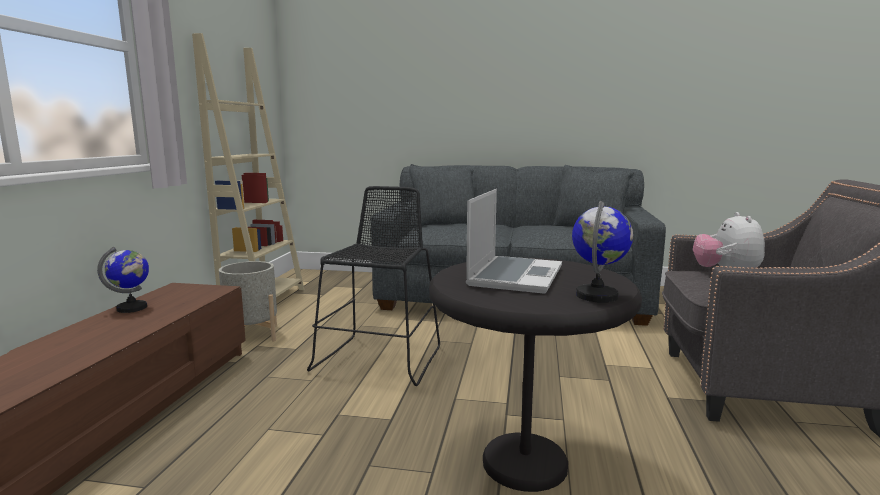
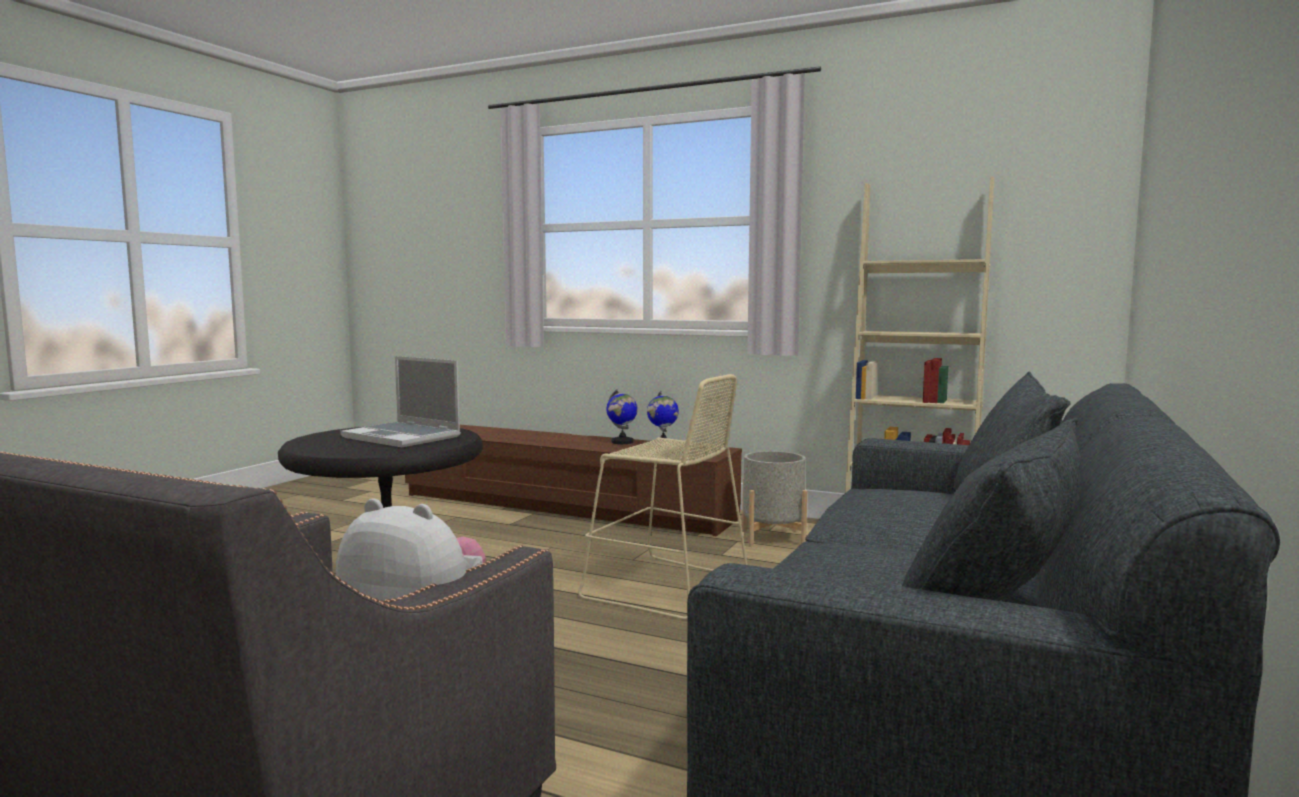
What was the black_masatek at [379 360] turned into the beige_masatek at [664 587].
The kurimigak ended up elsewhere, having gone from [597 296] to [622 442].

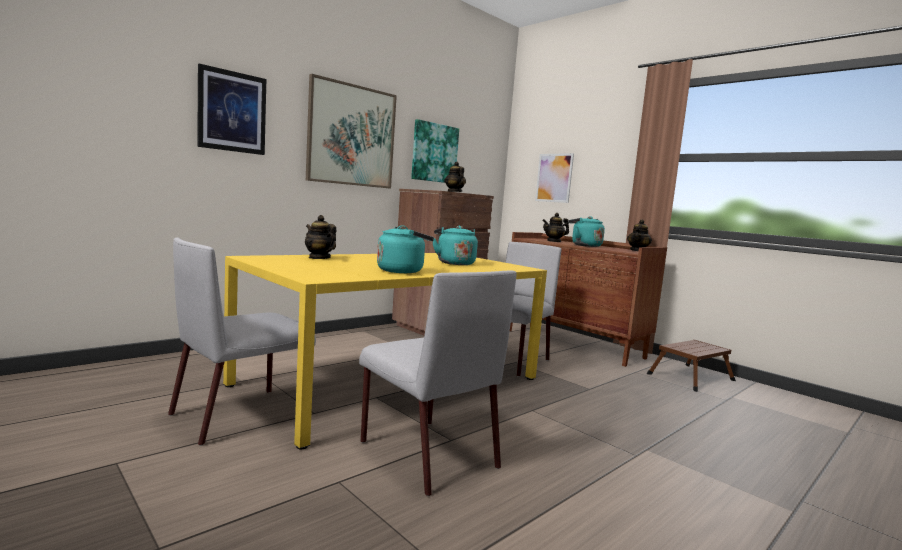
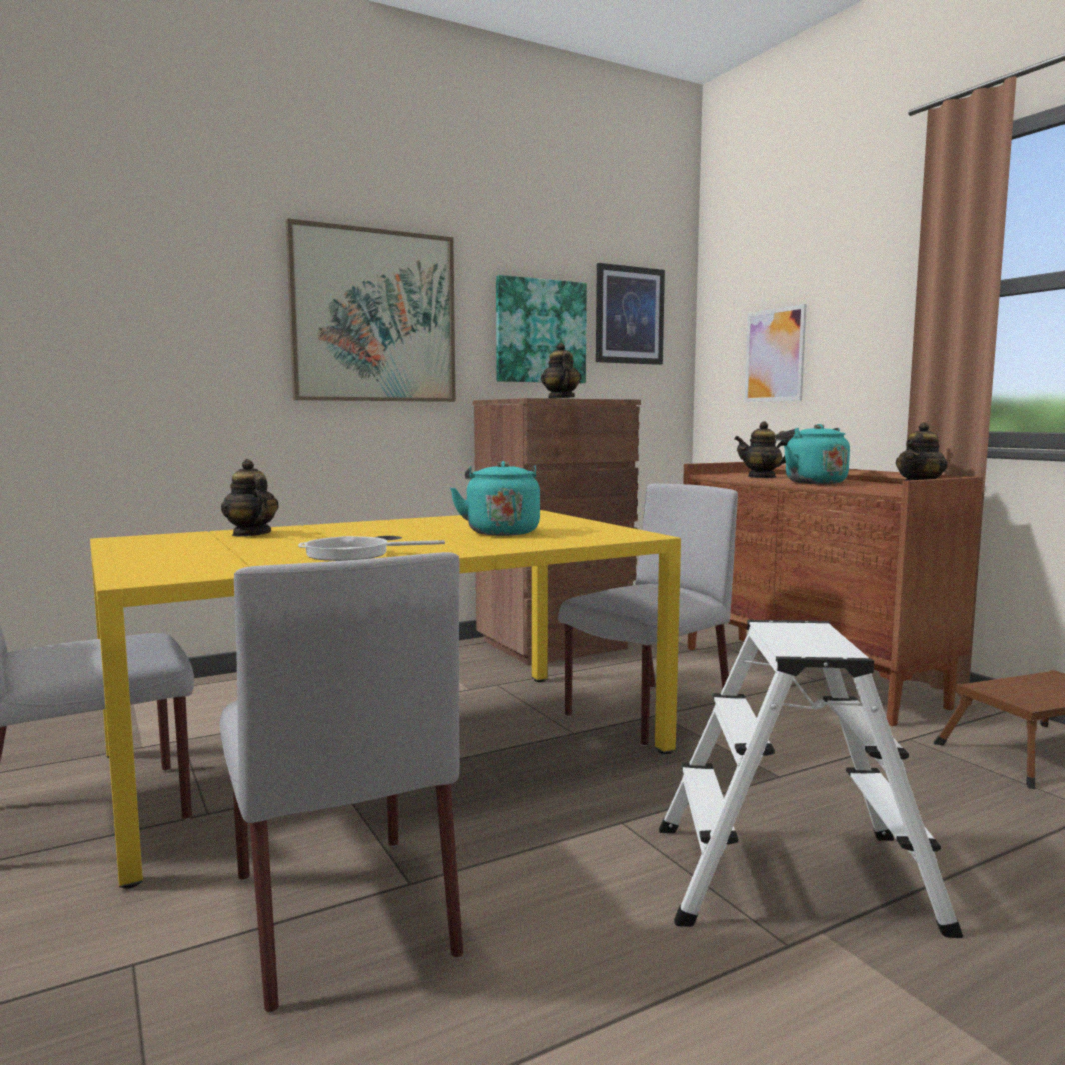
The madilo ended up elsewhere, having gone from [232 112] to [629 315].
Where the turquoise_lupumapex stood at [403 271], the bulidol came to stand at [354 554].
The second view gained the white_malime at [794 877].

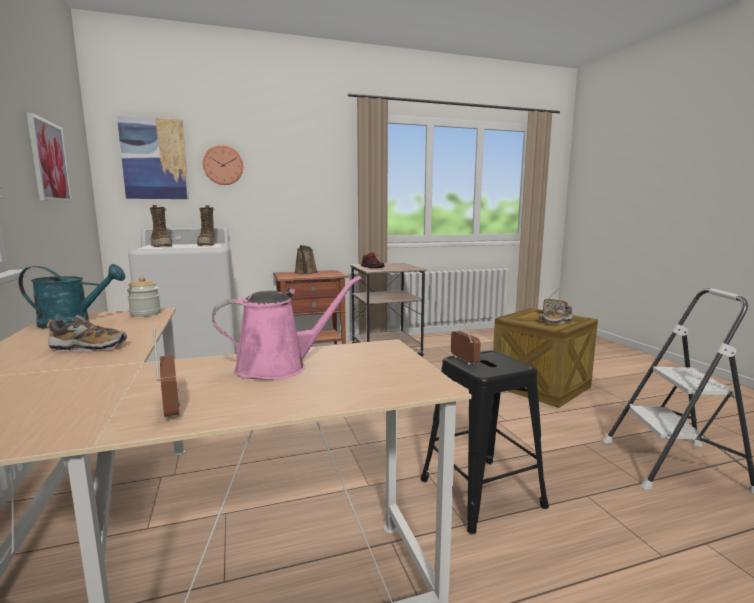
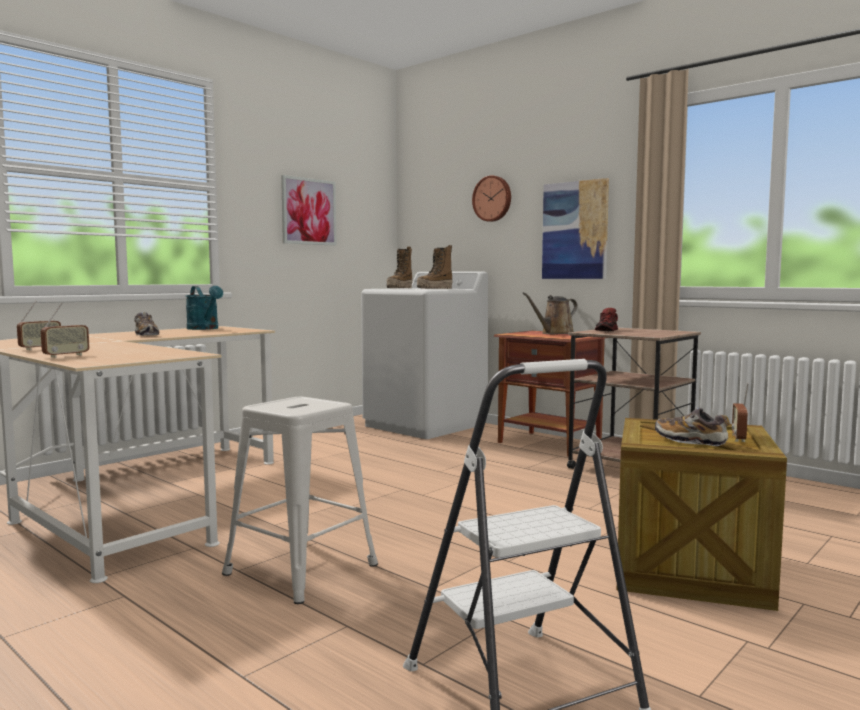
The madilo ended up elsewhere, having gone from [154 159] to [575 230].
The second view lost the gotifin at [145 314].
The second view lost the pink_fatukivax at [279 367].
What was the black_masatek at [481 493] turned into the white_masatek at [301 570].
The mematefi ended up elsewhere, having gone from [464 360] to [66 356].

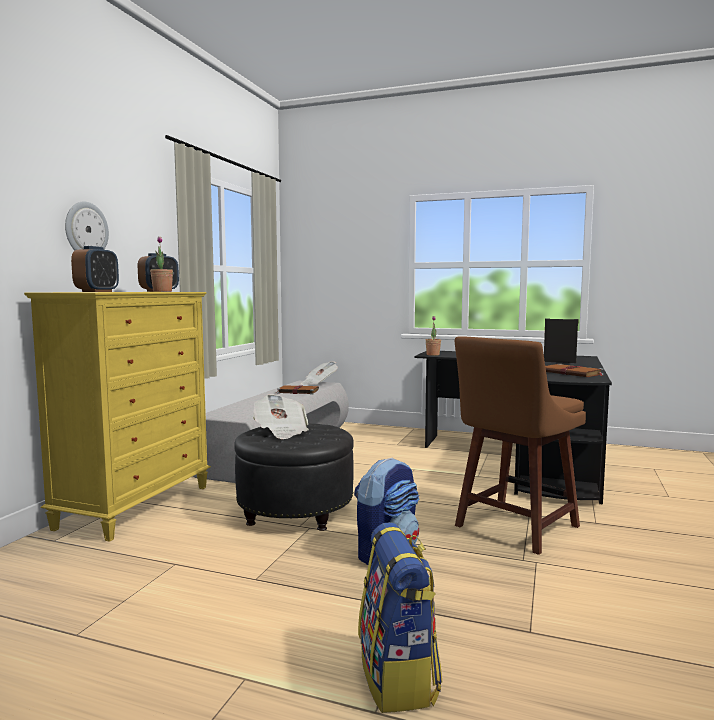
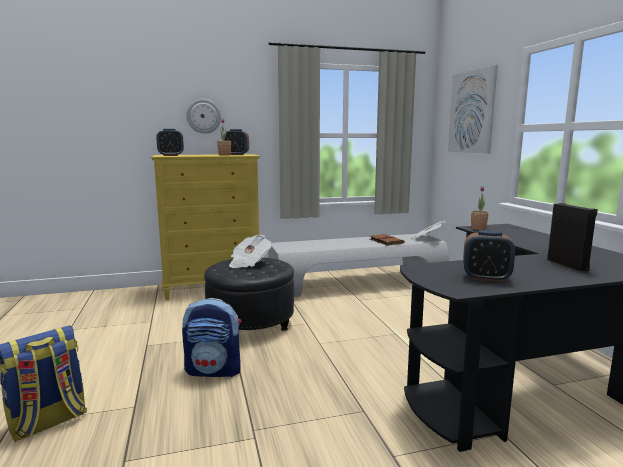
The second view lost the brown_masatek at [513 527].
Where the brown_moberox stood at [572 373], the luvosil came to stand at [486 278].
The second view gained the madilo at [471 112].

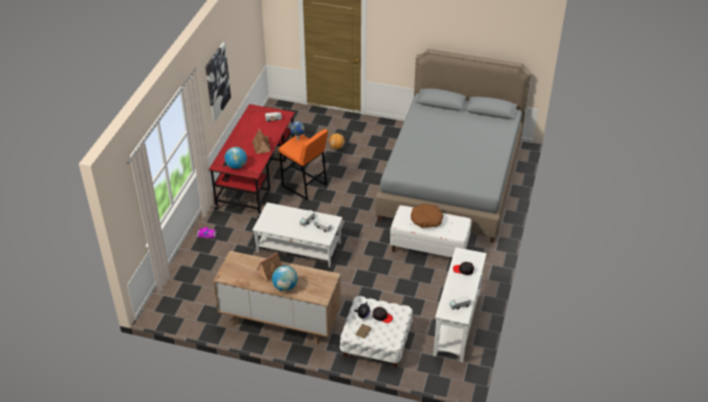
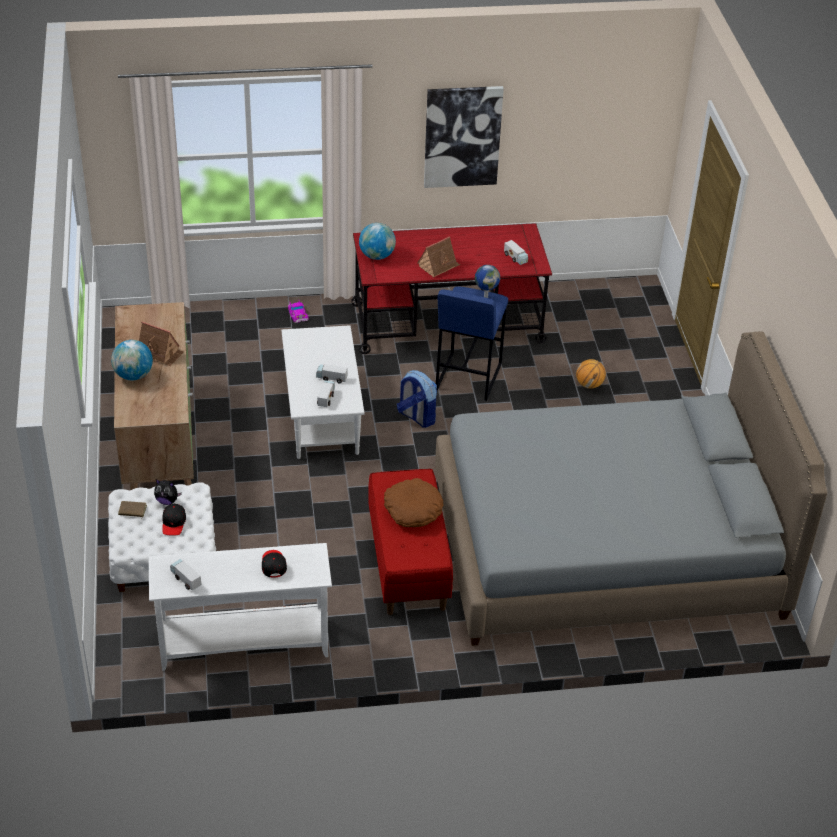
What was the orange_masatek at [305 186] turned into the blue_masatek at [468 378].
What was the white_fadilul at [429 248] turned into the red_fadilul at [408 563].
The second view gained the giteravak at [416 417].

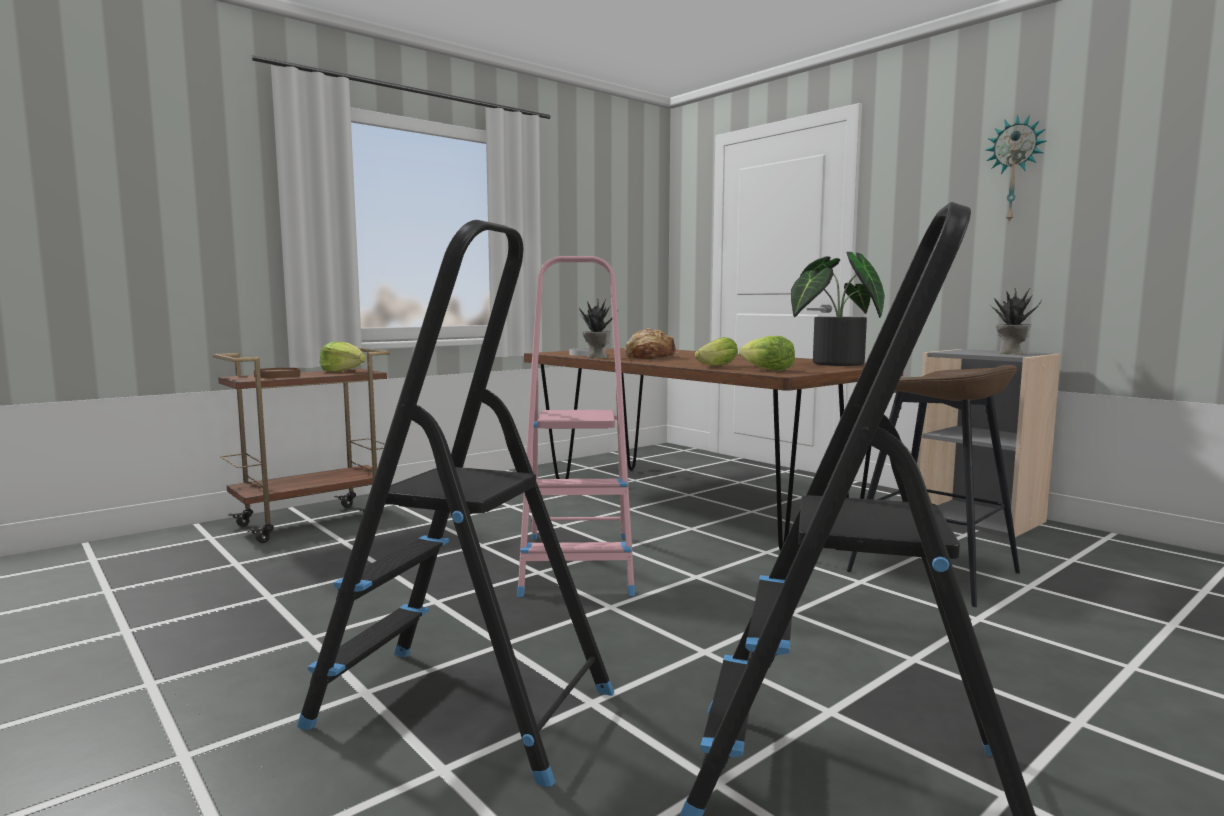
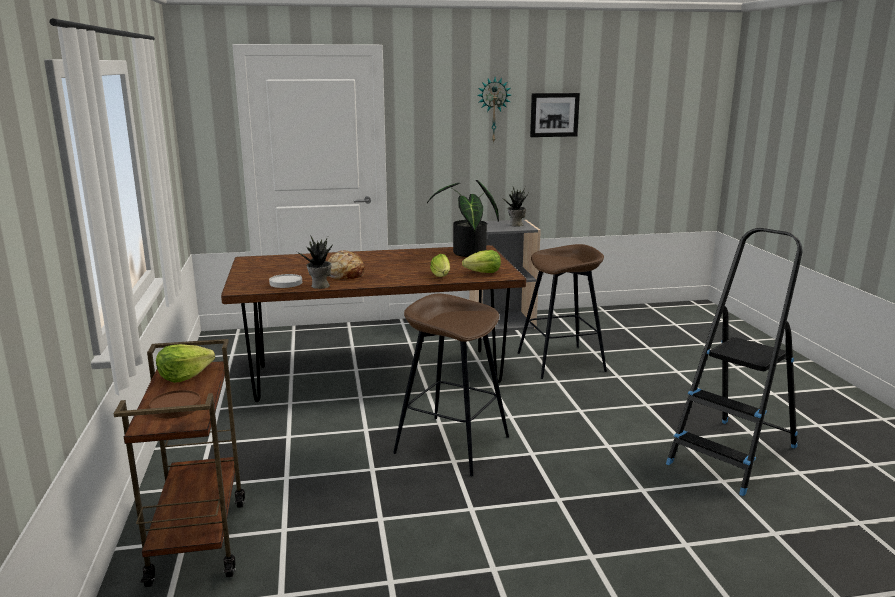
The second view lost the black_malime at [459 708].
Where the pink_malime stood at [577 563], the brown_masatek came to stand at [452 444].
The second view gained the madilo at [554 114].

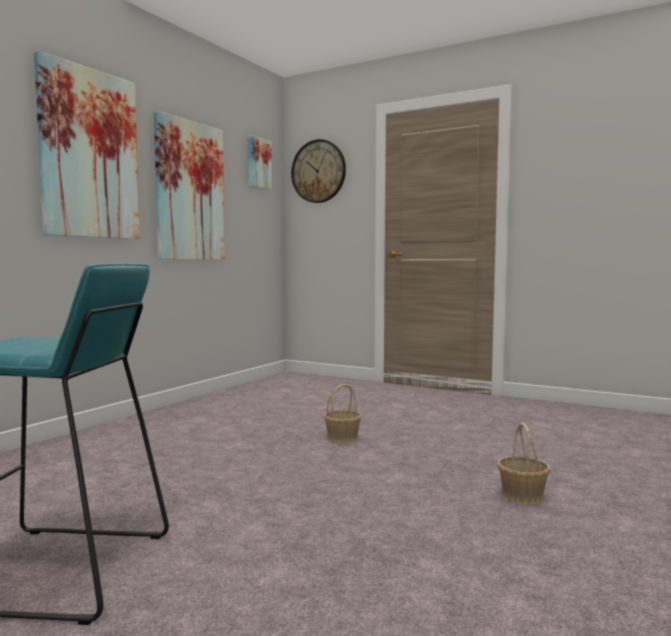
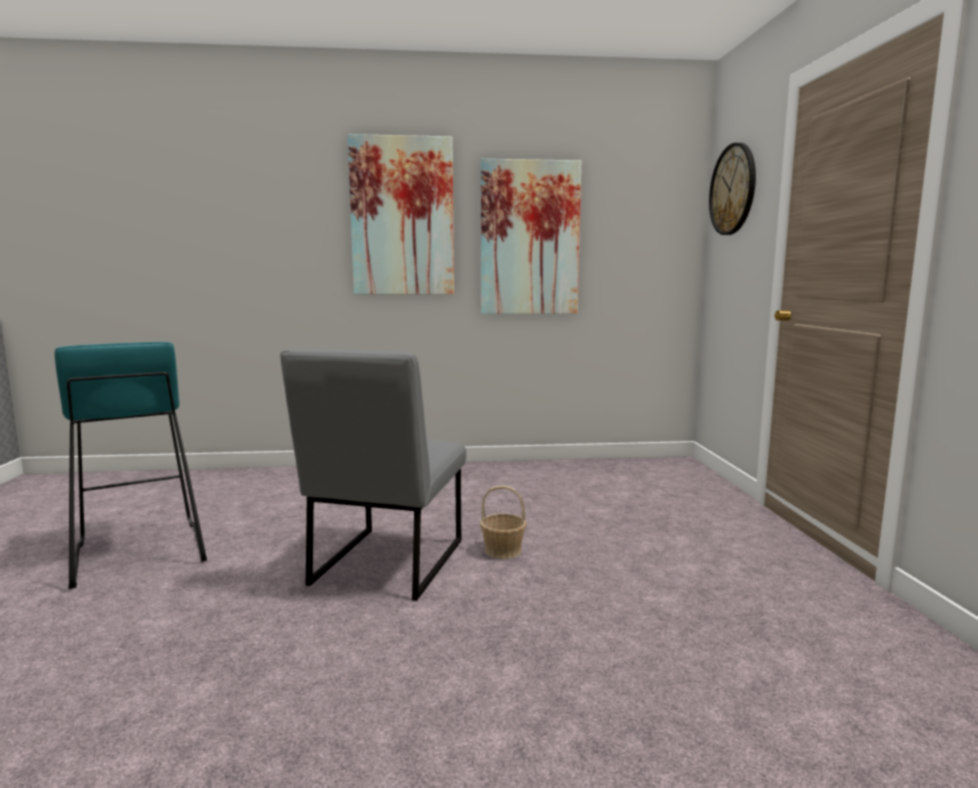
The second view lost the madilo at [258 163].
The second view lost the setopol at [522 496].
The second view gained the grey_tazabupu at [386 563].

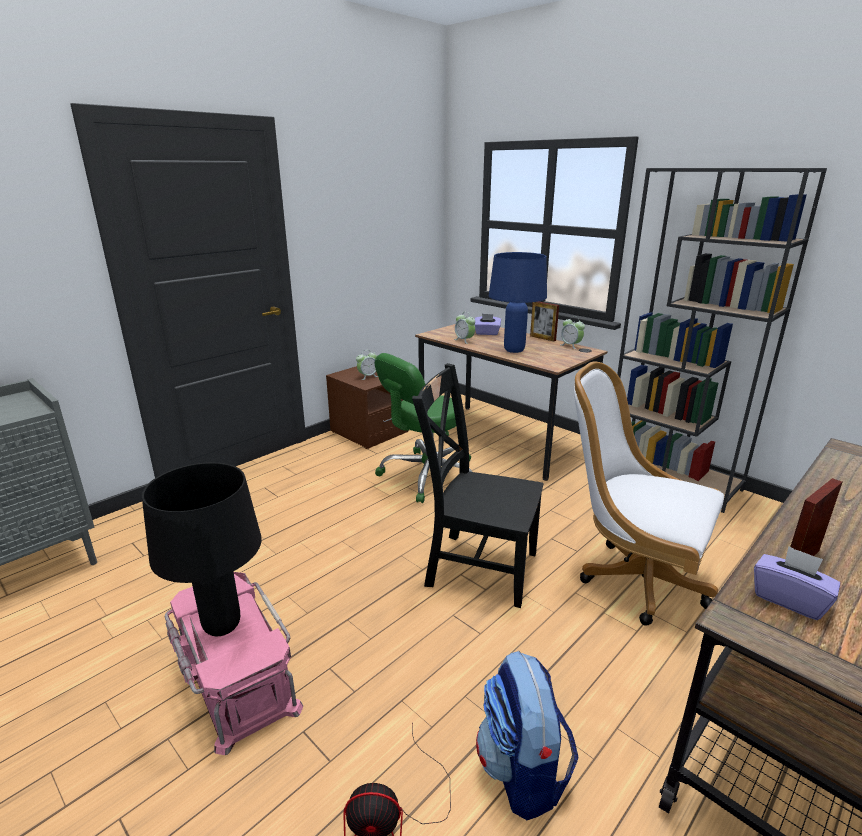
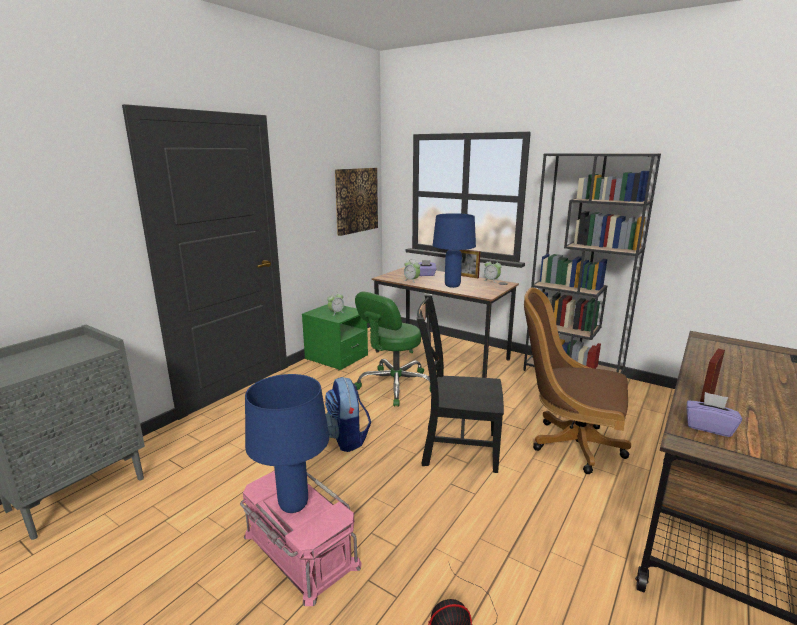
What was the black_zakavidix at [222 625] turned into the blue_zakavidix at [293 504].
What was the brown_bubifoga at [369 432] turned into the green_bubifoga at [336 357].
The giteravak ended up elsewhere, having gone from [522 771] to [347 439].
What was the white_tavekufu at [631 578] turned into the brown_tavekufu at [568 444].
The second view gained the madilo at [356 200].

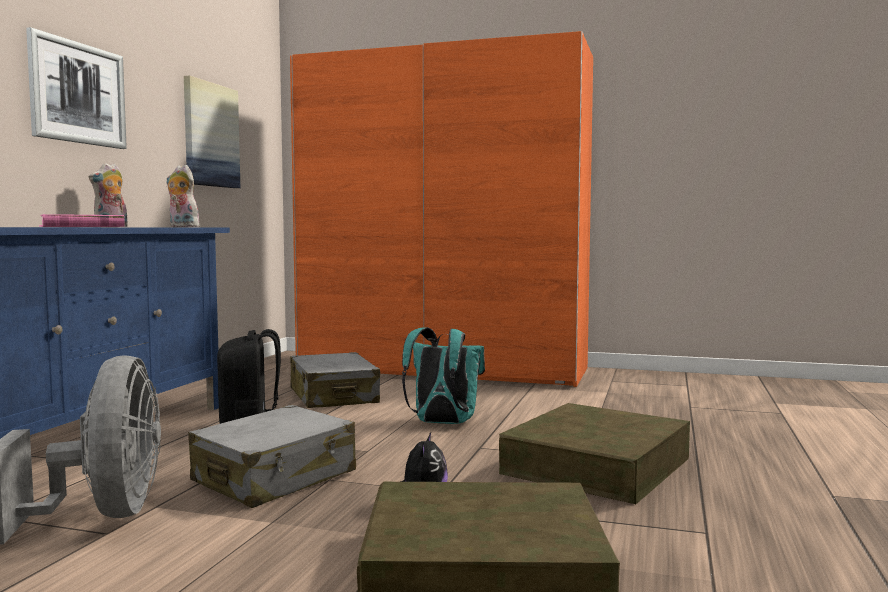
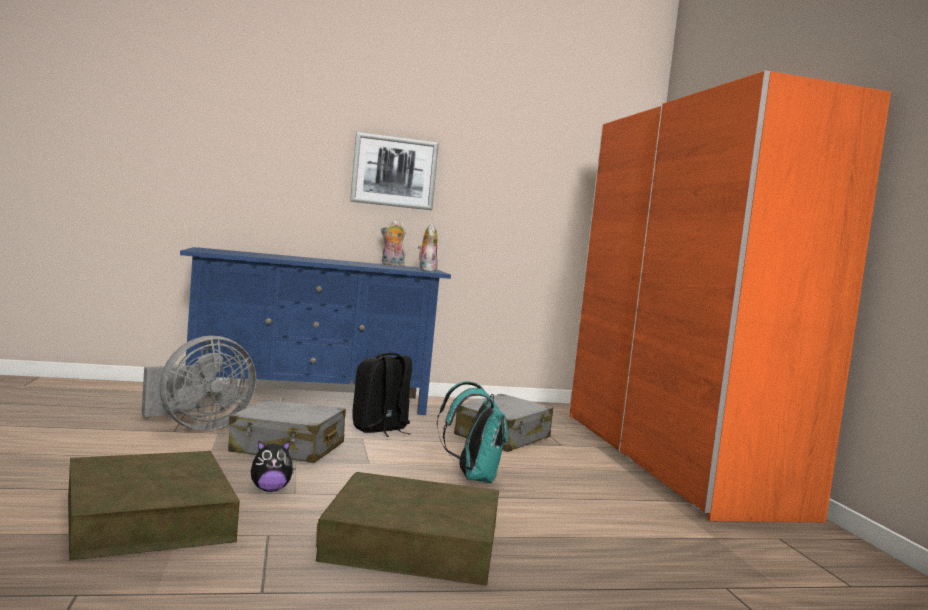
The second view lost the pink_moberox at [81 226].
The second view lost the madilo at [210 135].

